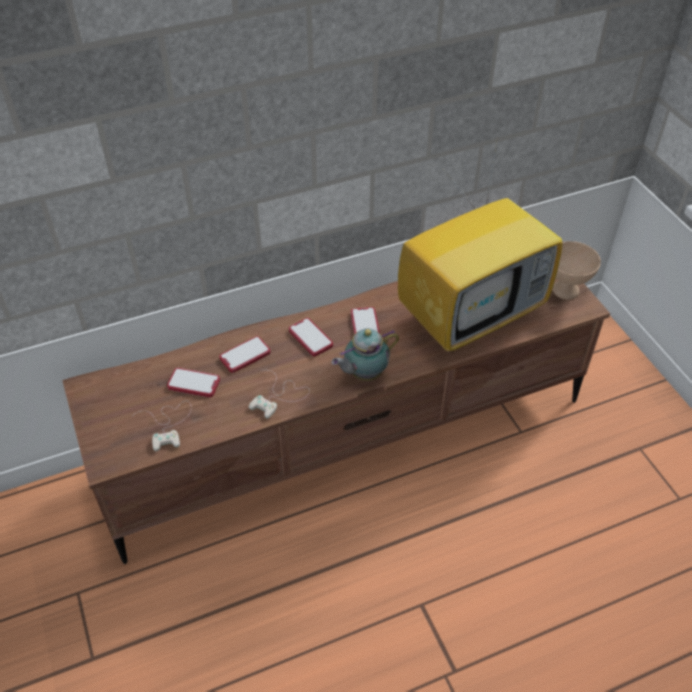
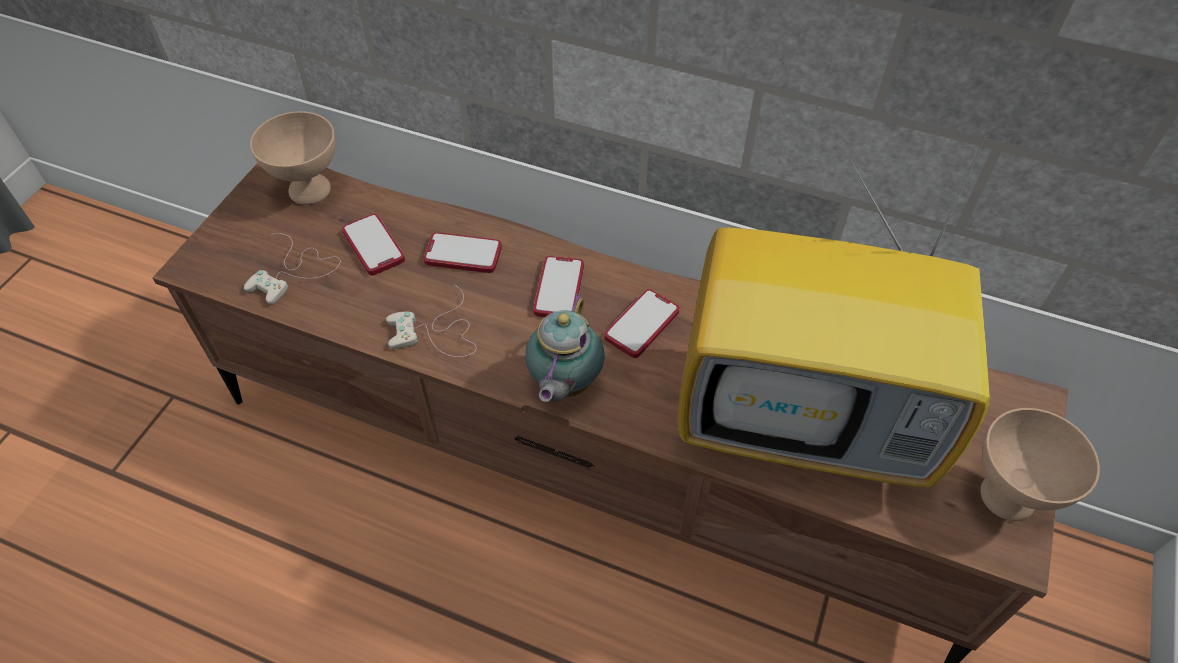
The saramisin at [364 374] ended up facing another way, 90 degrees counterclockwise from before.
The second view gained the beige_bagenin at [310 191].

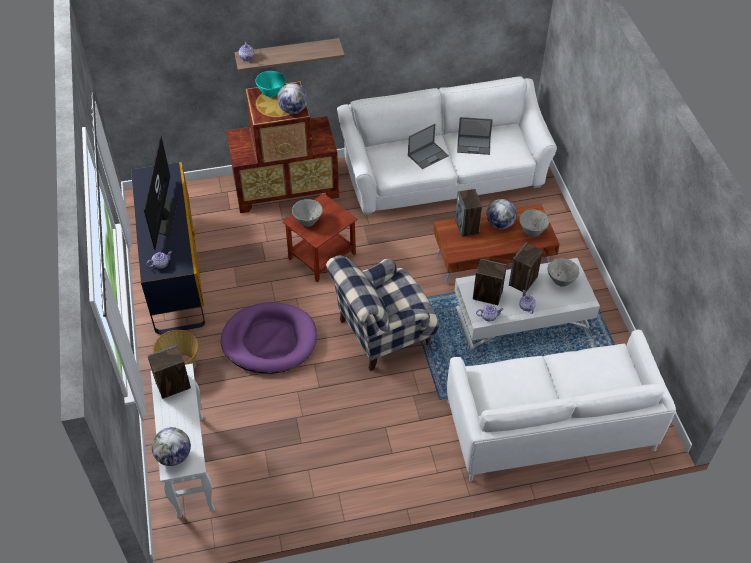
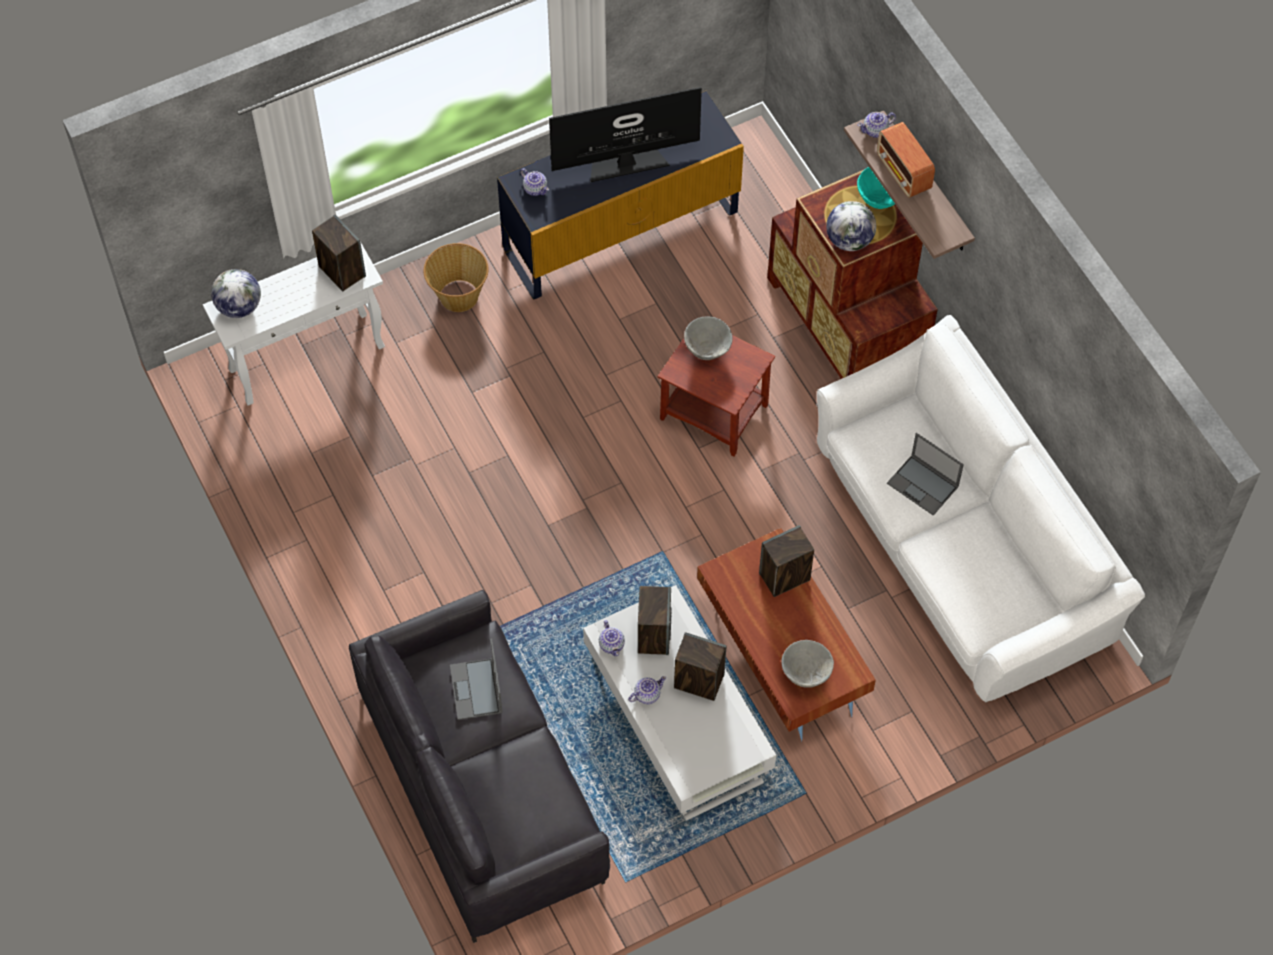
The second view lost the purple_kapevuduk at [269 340].
The second view lost the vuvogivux at [383 333].
What was the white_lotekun at [549 424] turned into the black_lotekun at [483 787].
The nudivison ended up elsewhere, having gone from [474 145] to [476 690].
The second view lost the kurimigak at [499 224].
The second view lost the grey_bagenin at [560 281].
The second view gained the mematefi at [903 173].

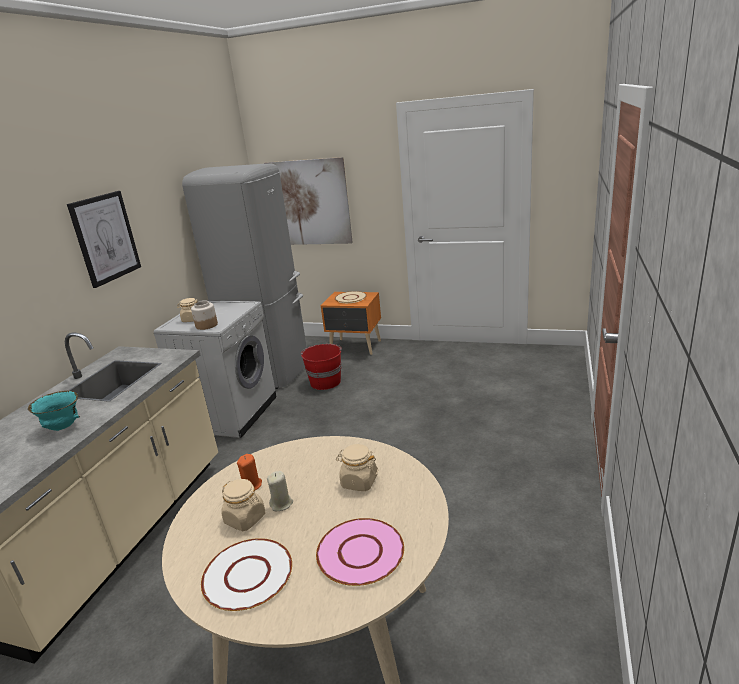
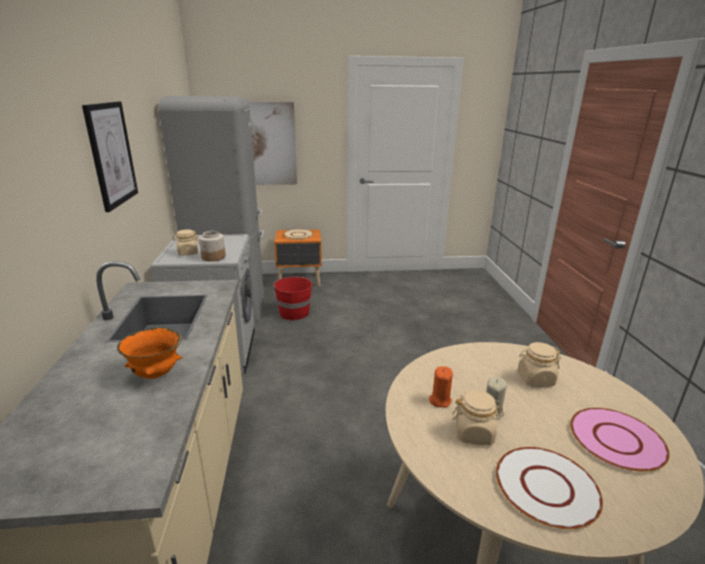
What was the turquoise_bagenin at [63 427] turned into the orange_bagenin at [156 374].

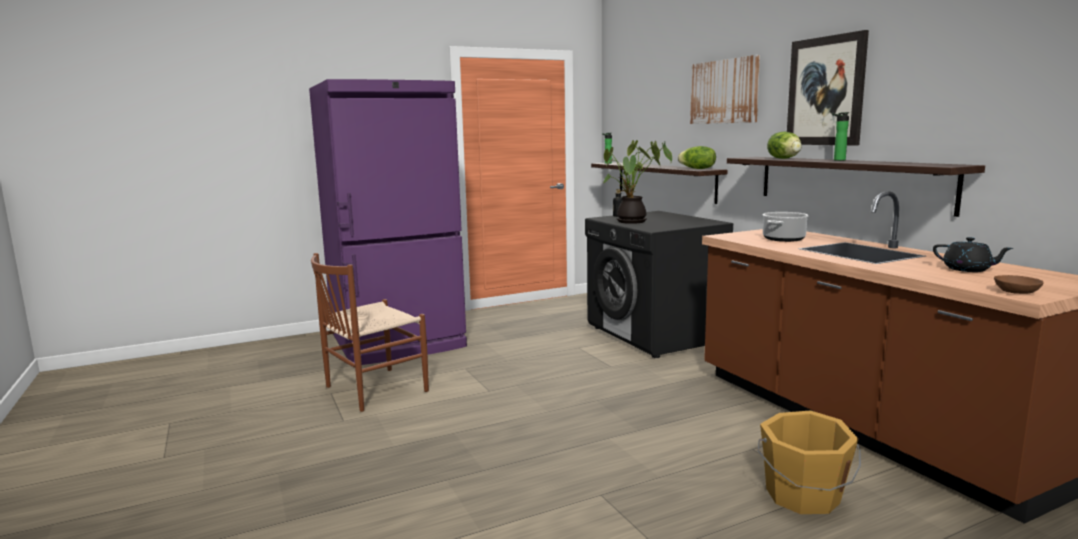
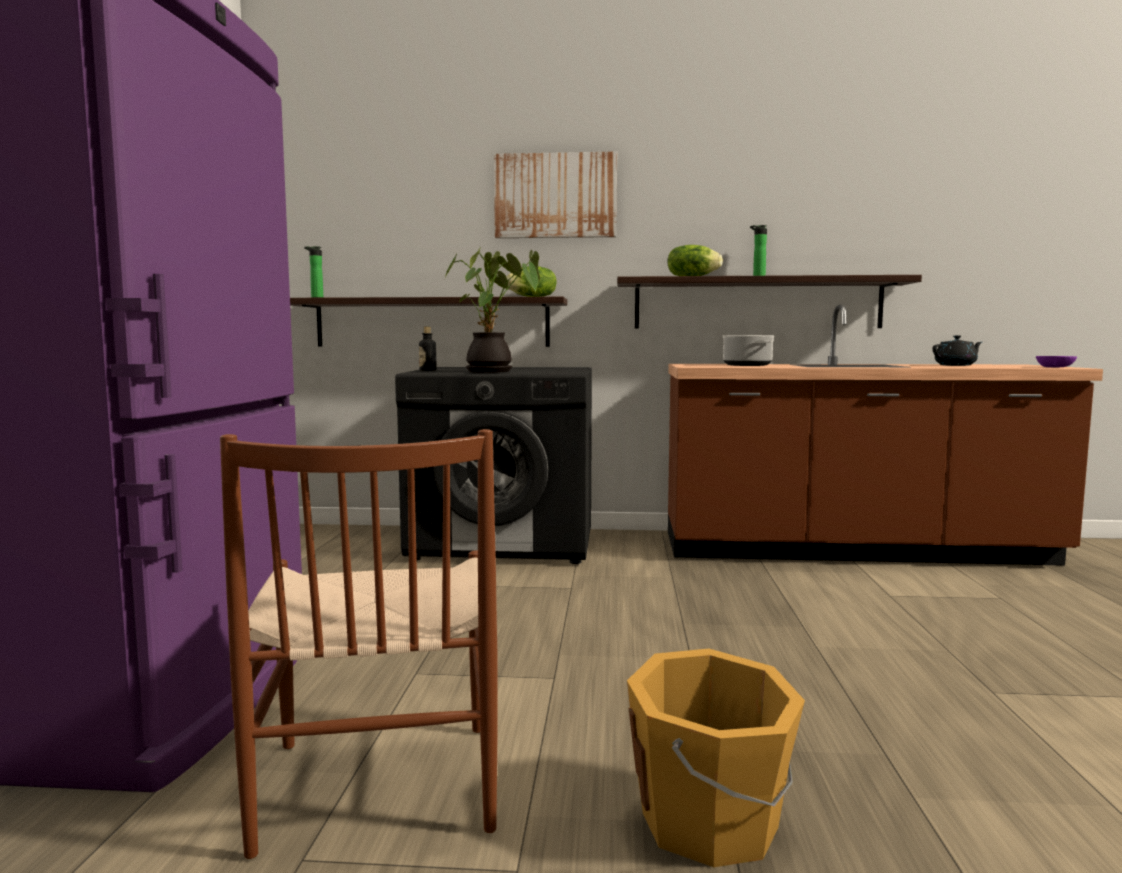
The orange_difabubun ended up elsewhere, having gone from [803 496] to [712 822].
The second view lost the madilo at [826 91].
What was the brown_bagenin at [1017 292] turned into the purple_bagenin at [1056 367].

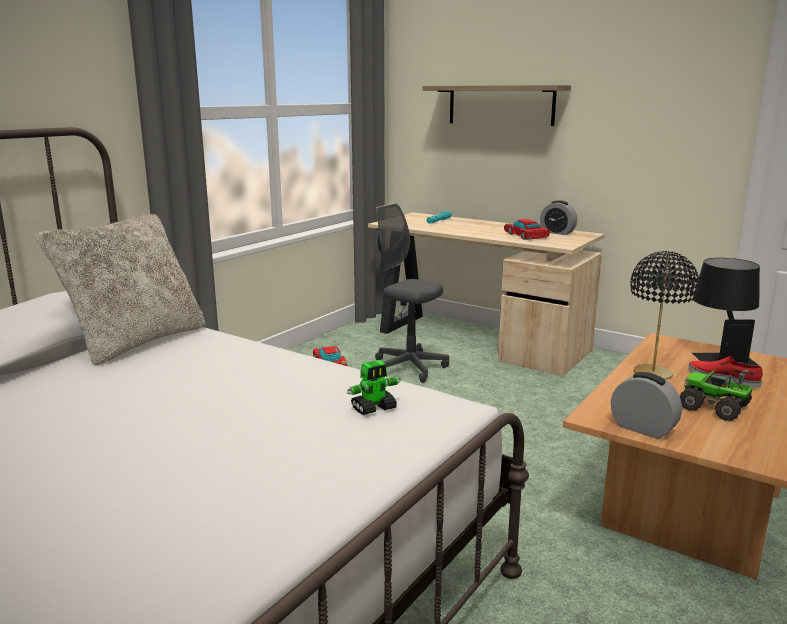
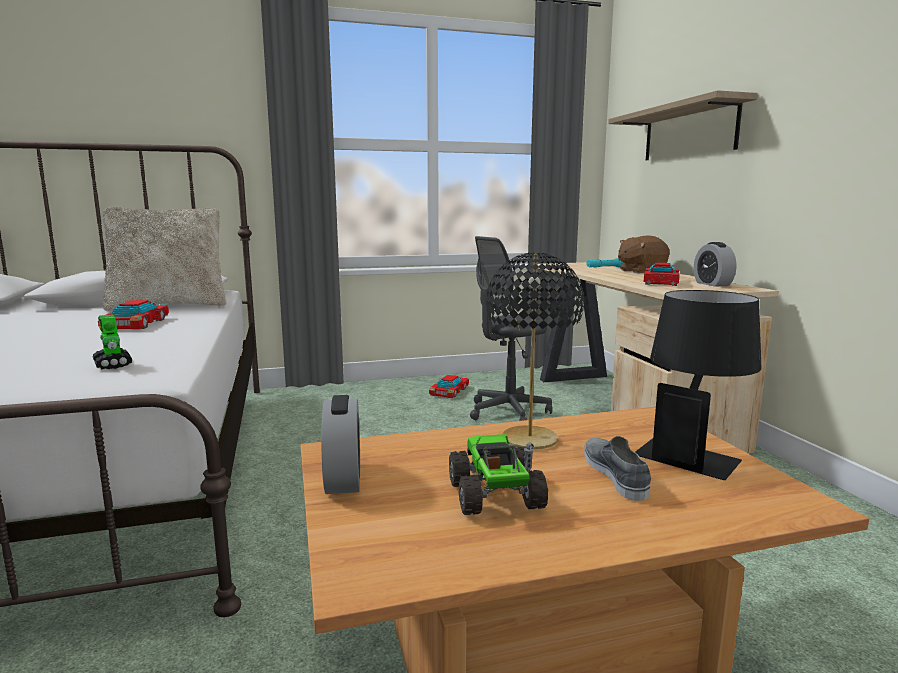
The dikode at [374 408] ended up facing another way, 45 degrees clockwise from before.
The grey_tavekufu at [409 367] ended up facing another way, 105 degrees counterclockwise from before.
What was the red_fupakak at [723 378] turned into the grey_fupakak at [615 474].
The second view gained the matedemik at [137 324].
The second view gained the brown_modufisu at [641 271].

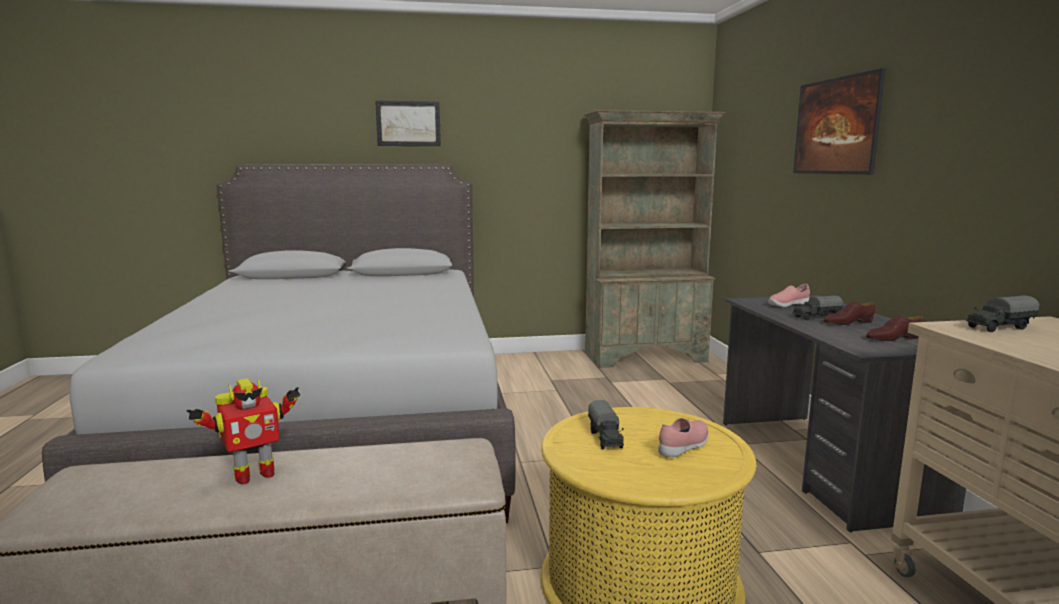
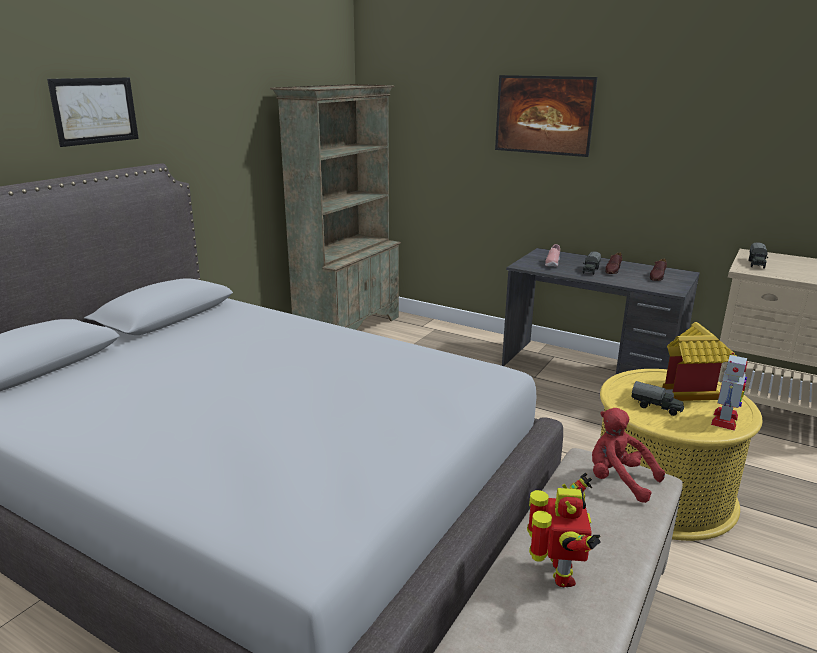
Where the pink_fupakak stood at [684 447], the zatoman came to stand at [692 392].
The second view gained the red_modufisu at [618 480].
The second view gained the dikode at [724 420].

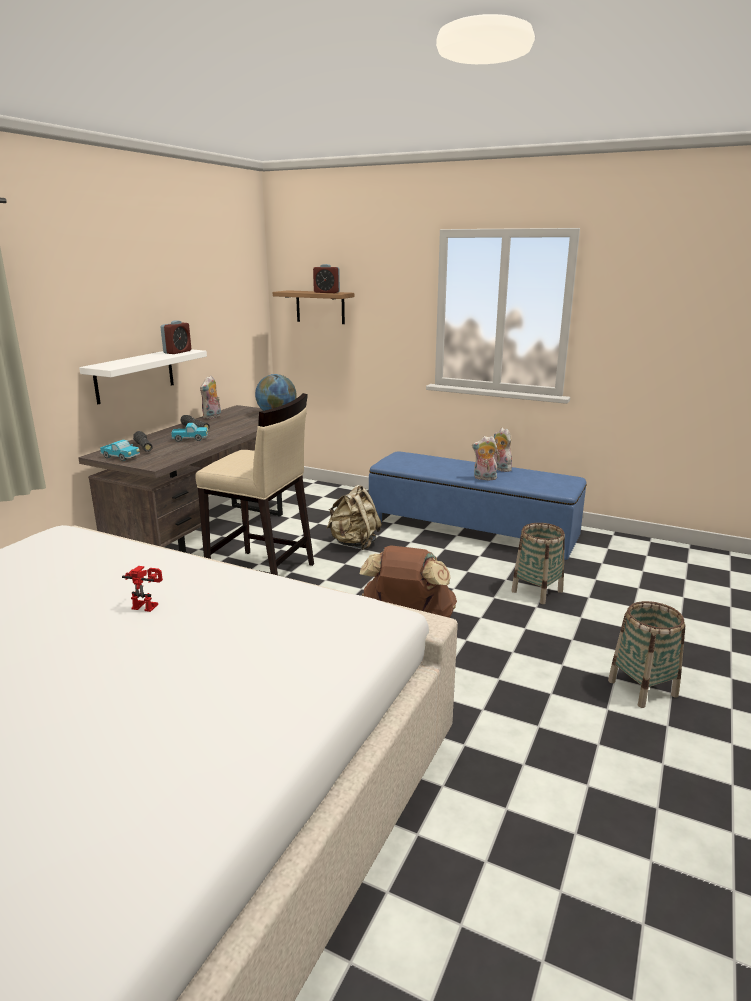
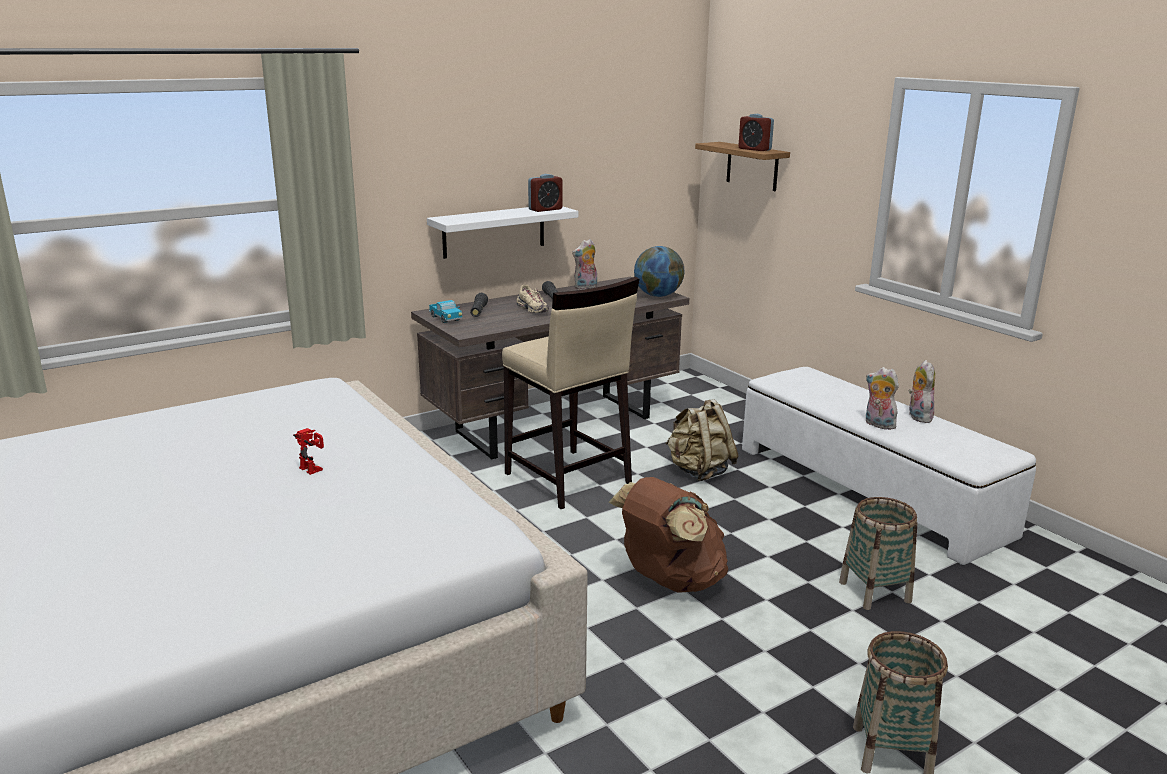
Where the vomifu stood at [190 439], the beige_fupakak came to stand at [533 310].
What was the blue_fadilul at [473 528] turned into the white_fadilul at [870 490].

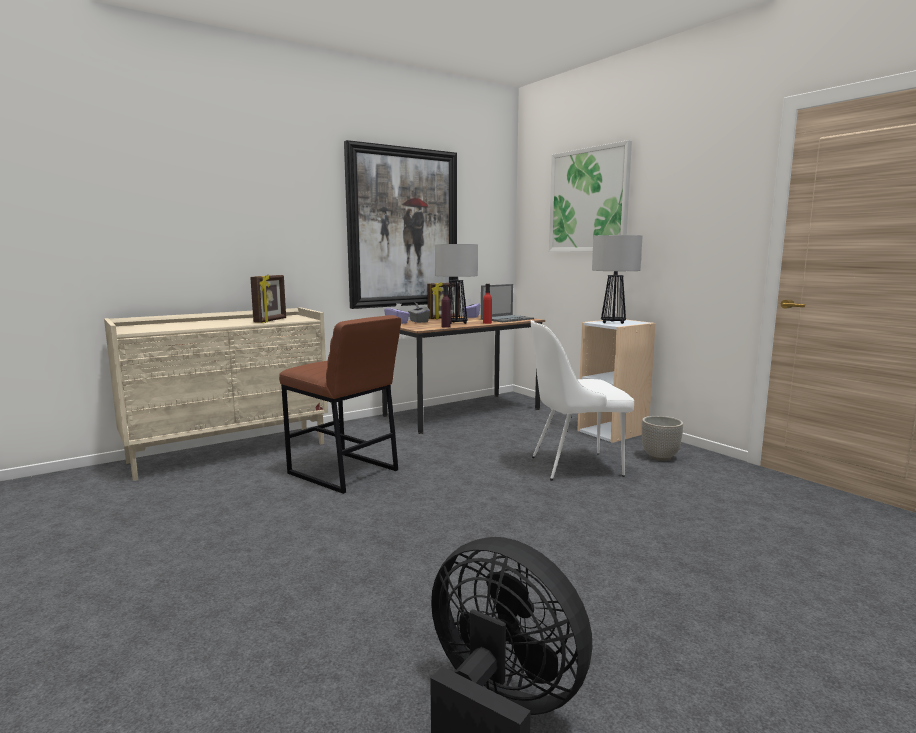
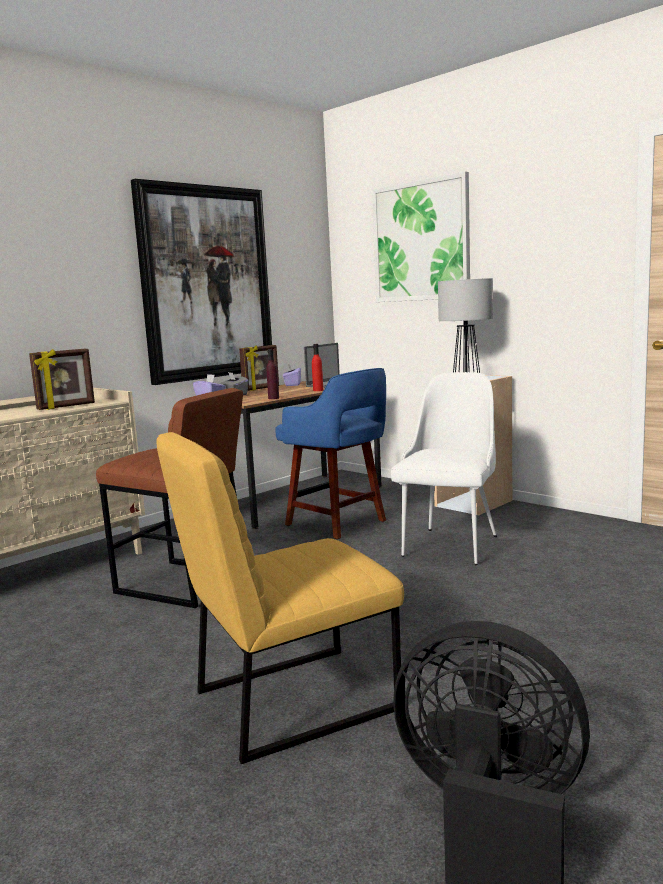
The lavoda at [271 321] ended up facing another way, 45 degrees clockwise from before.
The second view lost the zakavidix at [456 323].
The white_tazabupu at [575 466] ended up facing another way, 135 degrees clockwise from before.
The second view lost the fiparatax at [660 457].
The second view gained the yellow_tazabupu at [289 701].
The second view gained the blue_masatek at [338 524].

